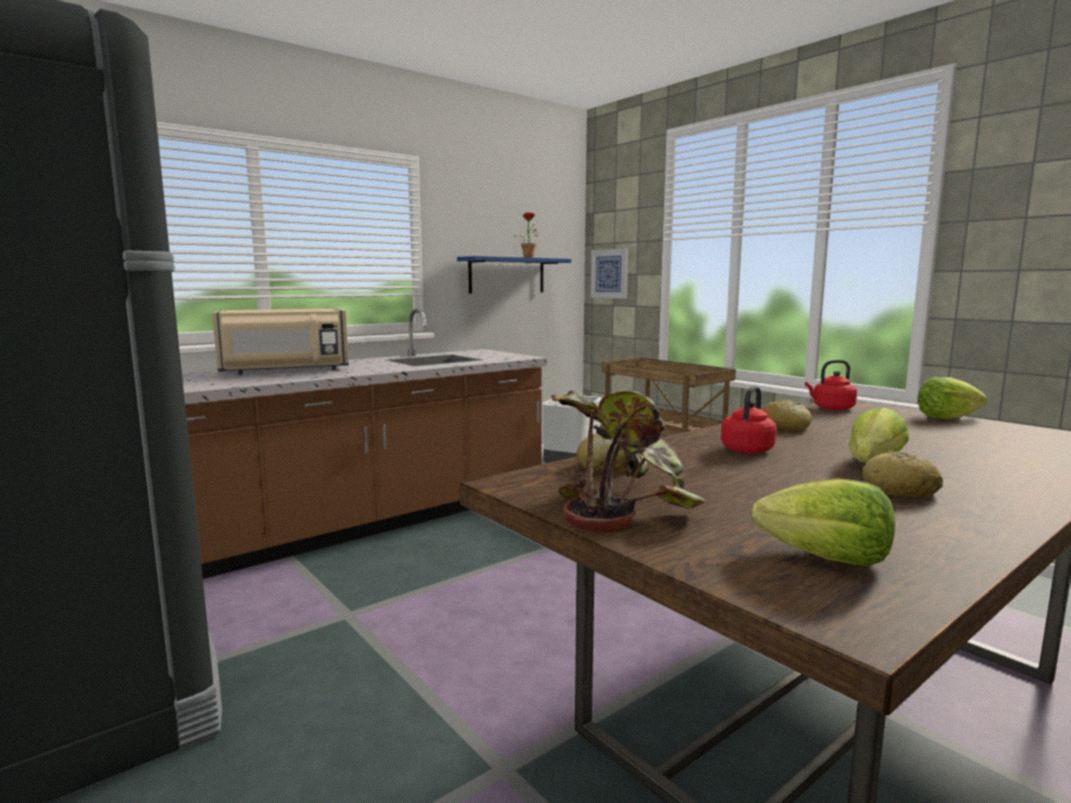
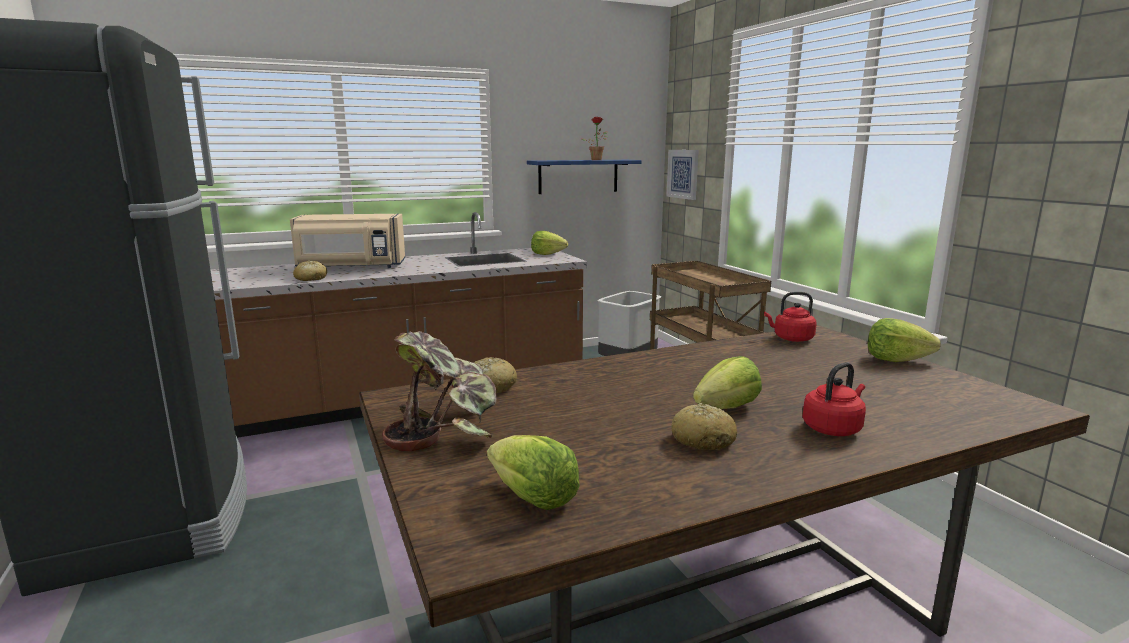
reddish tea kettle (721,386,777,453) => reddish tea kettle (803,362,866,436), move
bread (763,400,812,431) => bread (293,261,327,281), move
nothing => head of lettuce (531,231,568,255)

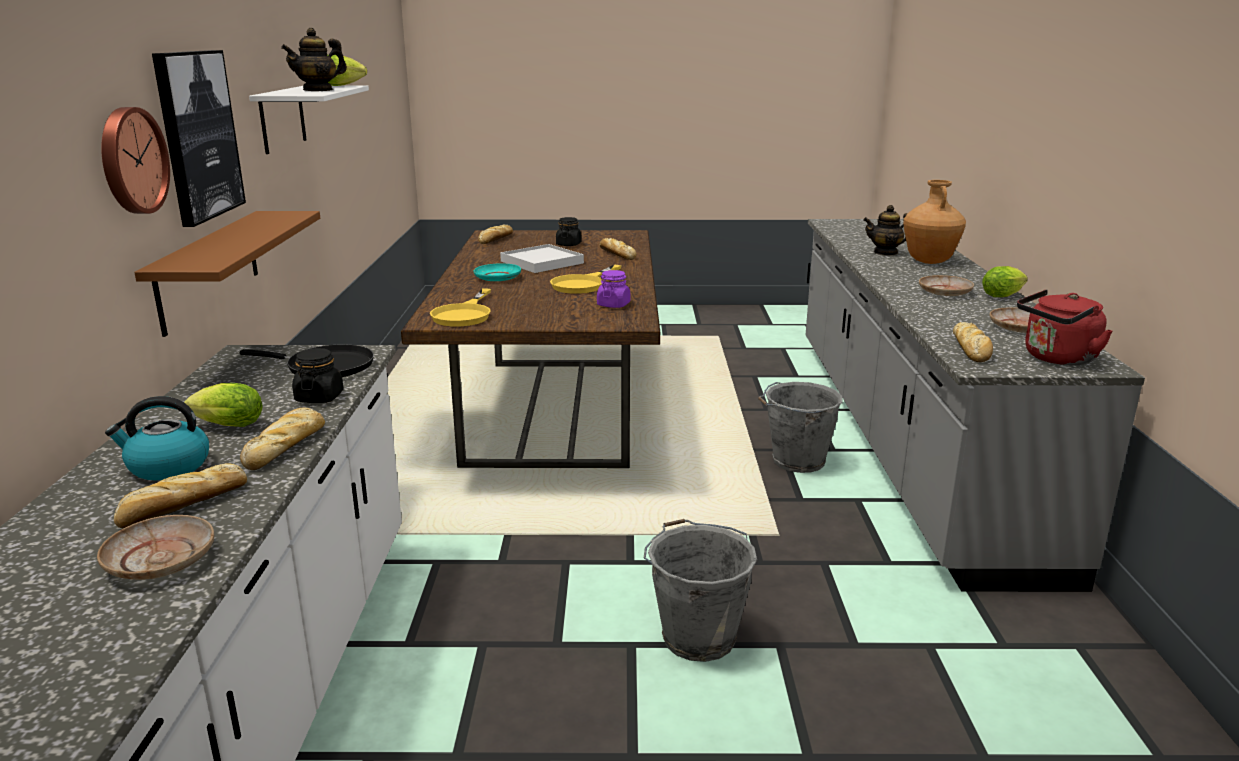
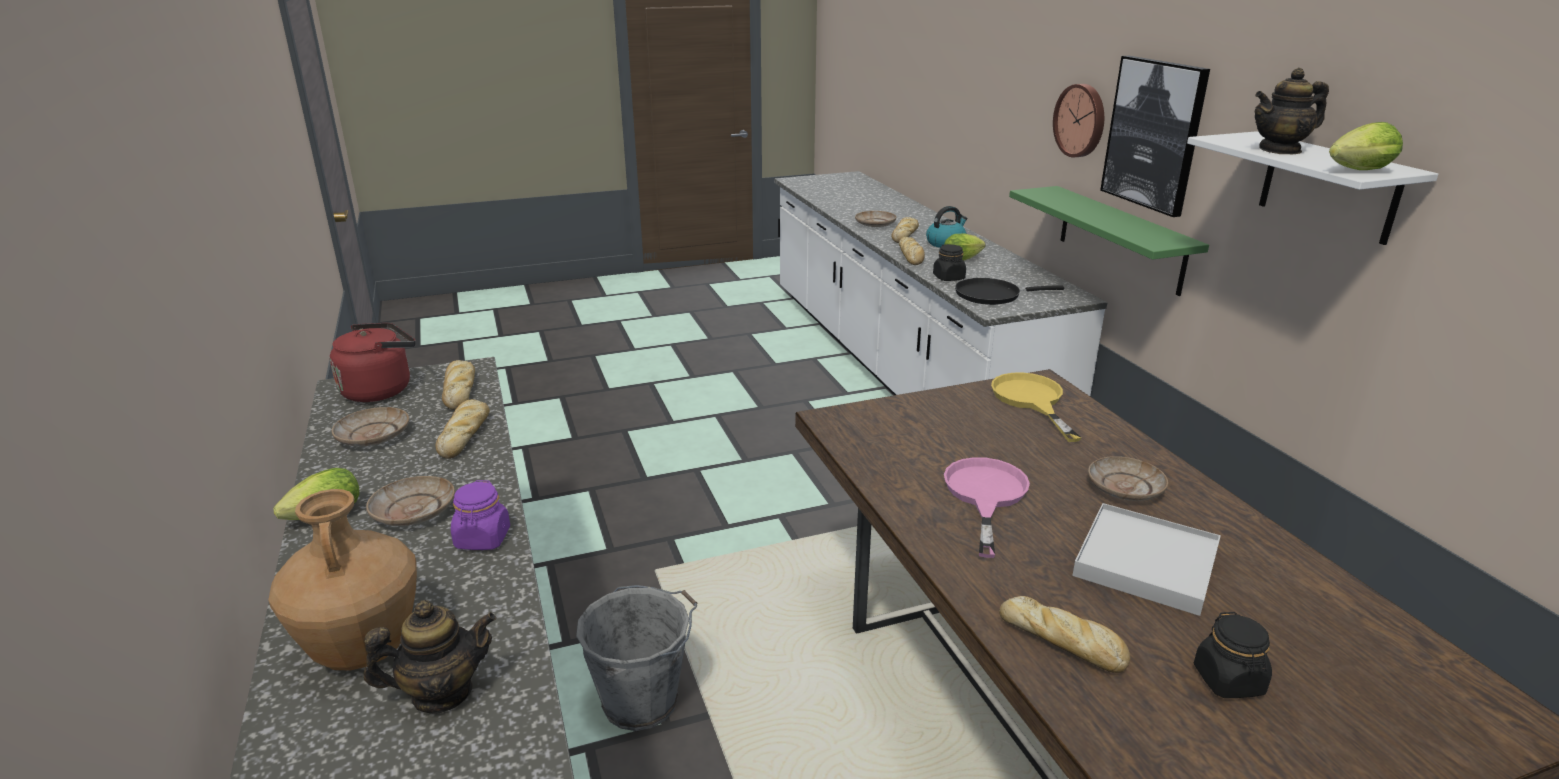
brown wall shelf (134,211,320,337) => greenish wall shelf (1009,186,1209,296)
pot for tea (281,28,347,91) => pot for tea (1255,68,1329,155), 135 degrees counterclockwise
turquoise plate (474,263,521,281) => beige plate (1088,456,1168,501)
bread (478,225,513,244) => bread (435,399,490,459), move
yellowish frying pan (550,265,621,294) => pinkish frying pan (944,457,1030,558)
purple-coloured jar (597,270,630,308) => purple-coloured jar (451,480,510,550), move
grey bucket (644,519,757,662) => nothing

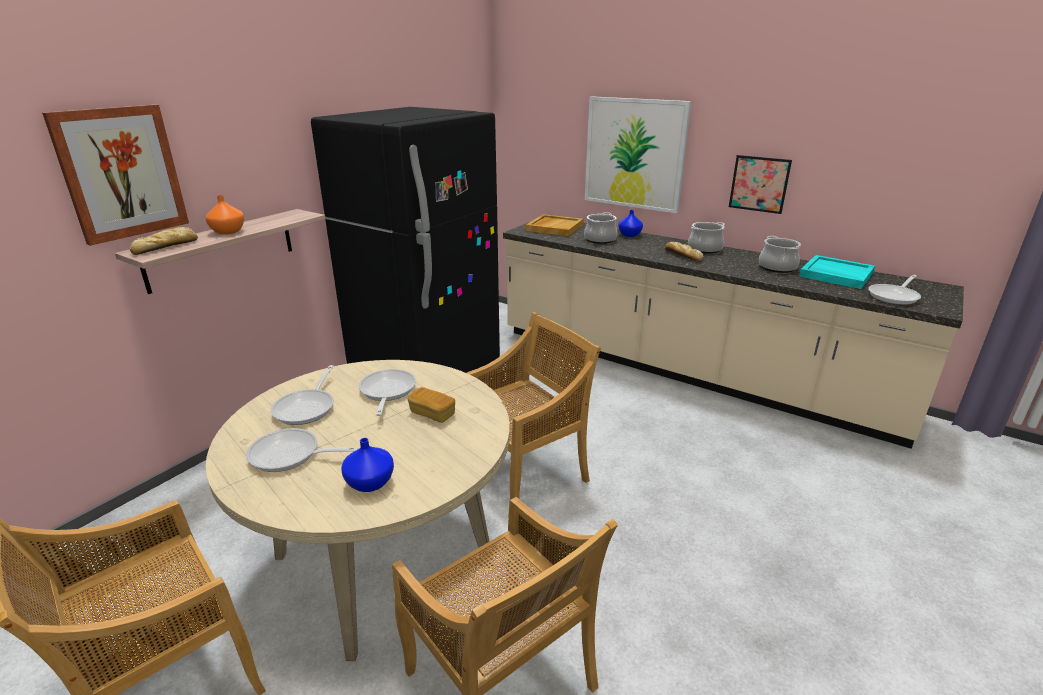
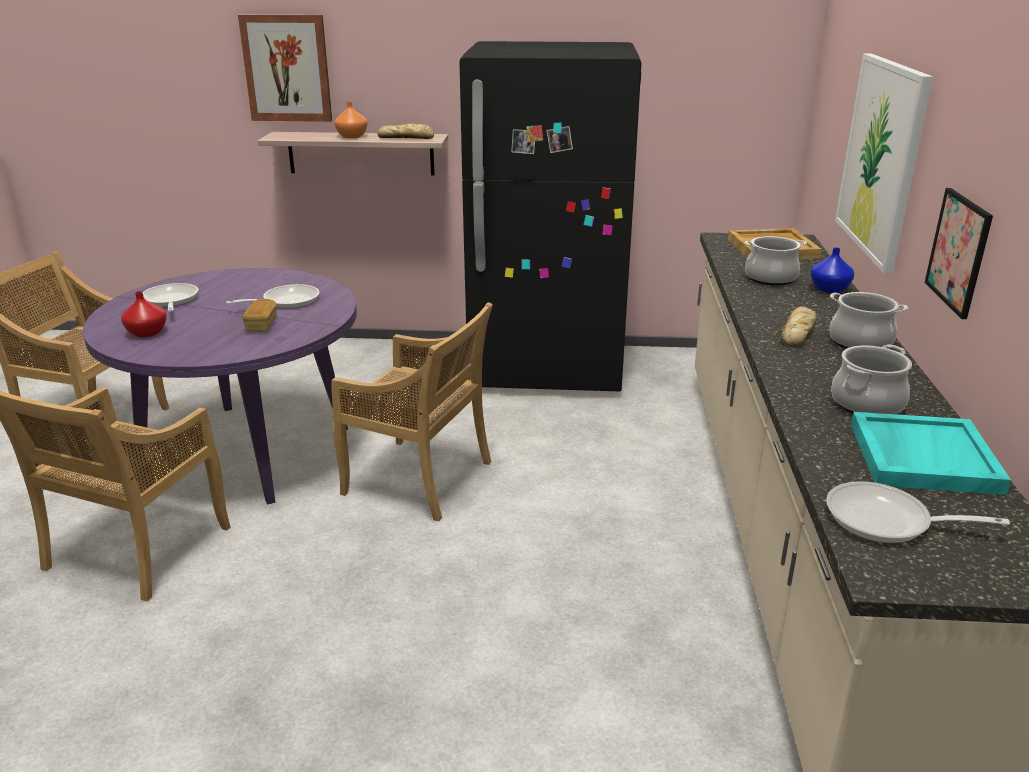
bread (130,227,198,255) => bread (378,124,434,139), move
beige dining table (206,360,510,661) => purple-coloured dining table (83,268,357,505)
frying pan (271,365,334,425) => nothing
bluish flower vase (341,438,394,492) => reddish flower vase (121,291,167,338)

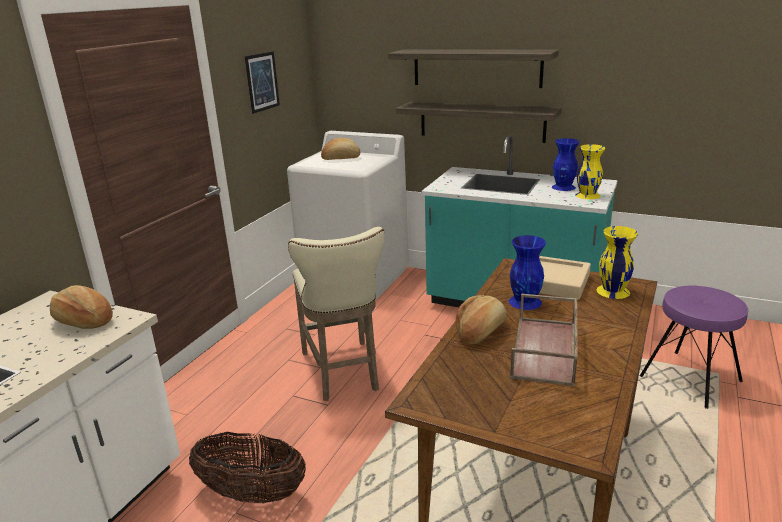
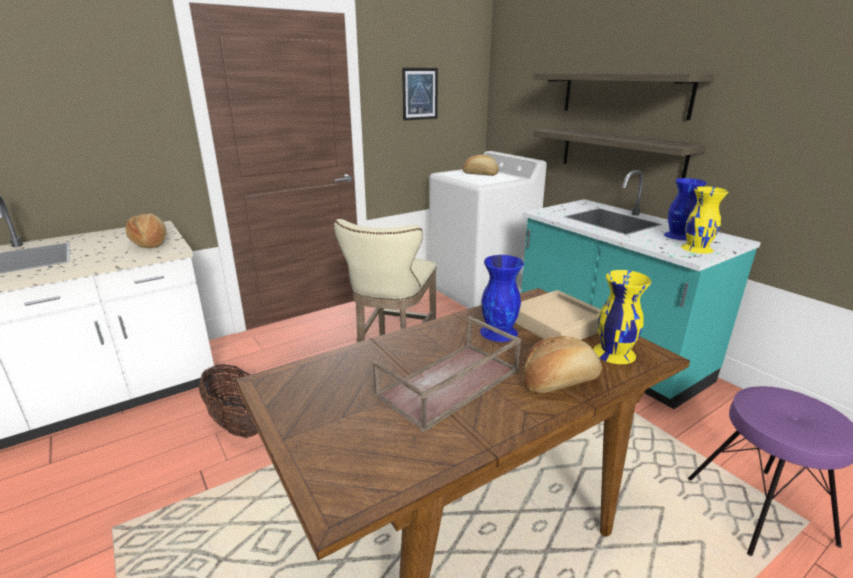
bread (455,295,507,345) => bread (523,336,602,393), move

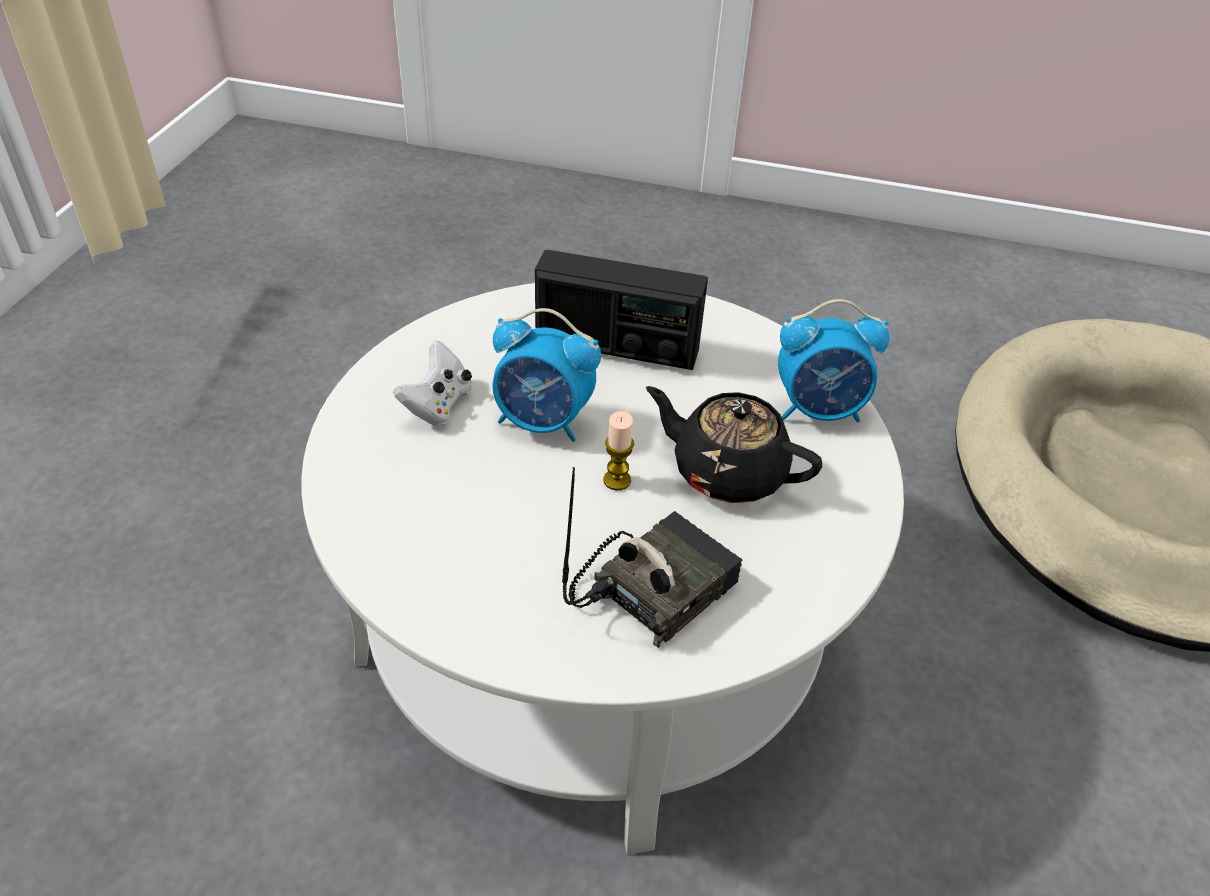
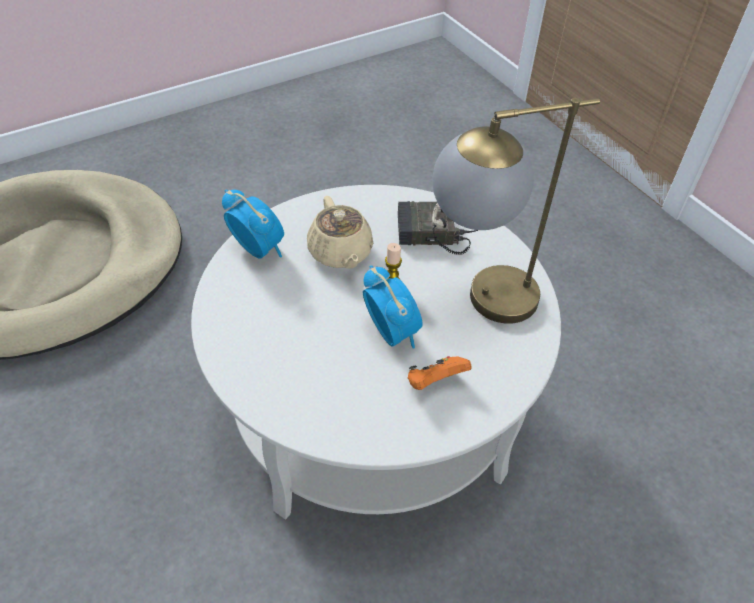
white-coloured game controller (394,340,472,426) => orange-coloured game controller (408,356,471,390)
radio (535,250,708,370) => nothing
blackish pot for tea (646,386,822,503) => beige pot for tea (307,196,373,269)
nothing => lamp for a table (432,98,600,324)

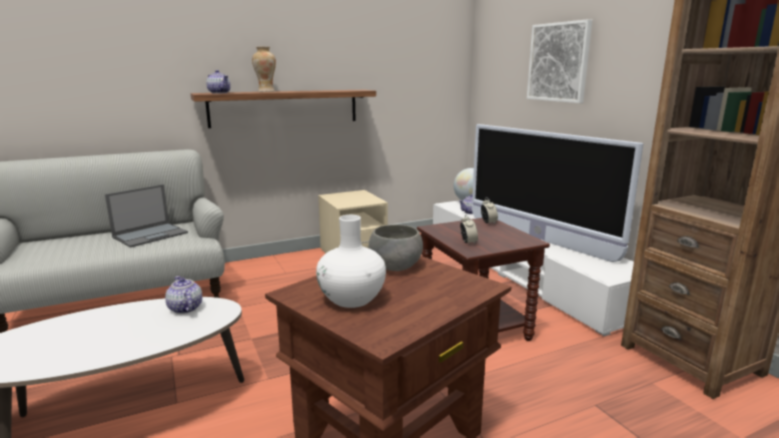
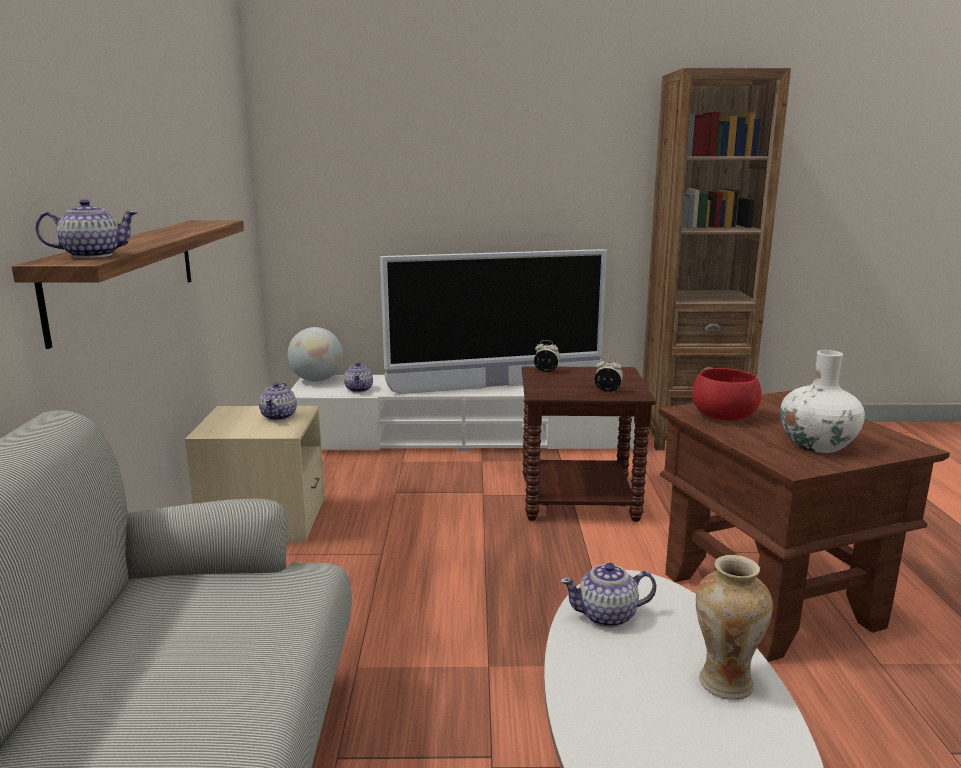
notebook computer (105,184,188,248) => nothing
flower vase (252,47,276,92) => flower vase (696,555,773,700), move
grey serving bowl (369,225,423,271) => reddish serving bowl (692,368,762,421)
picture (527,19,592,103) => nothing
nothing => pot for tea (259,382,297,421)

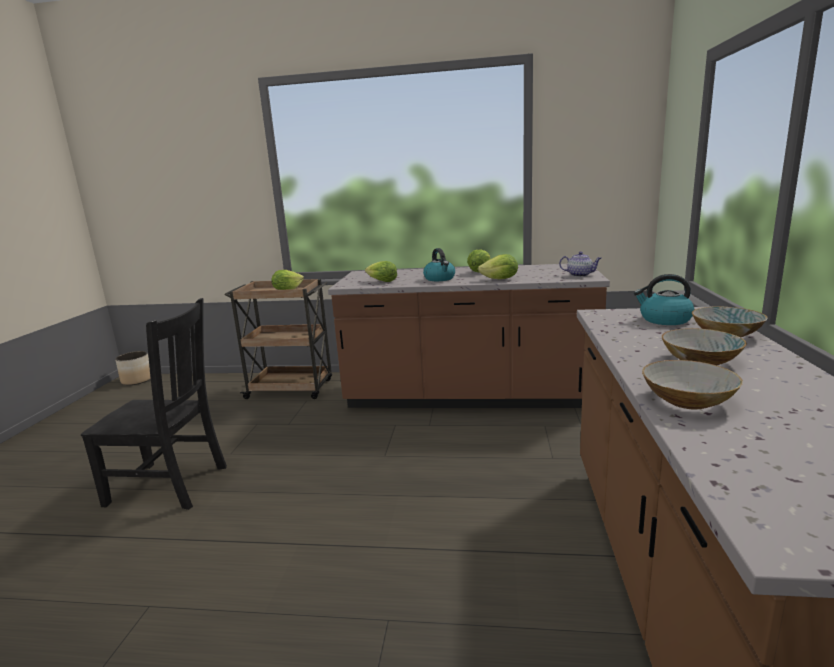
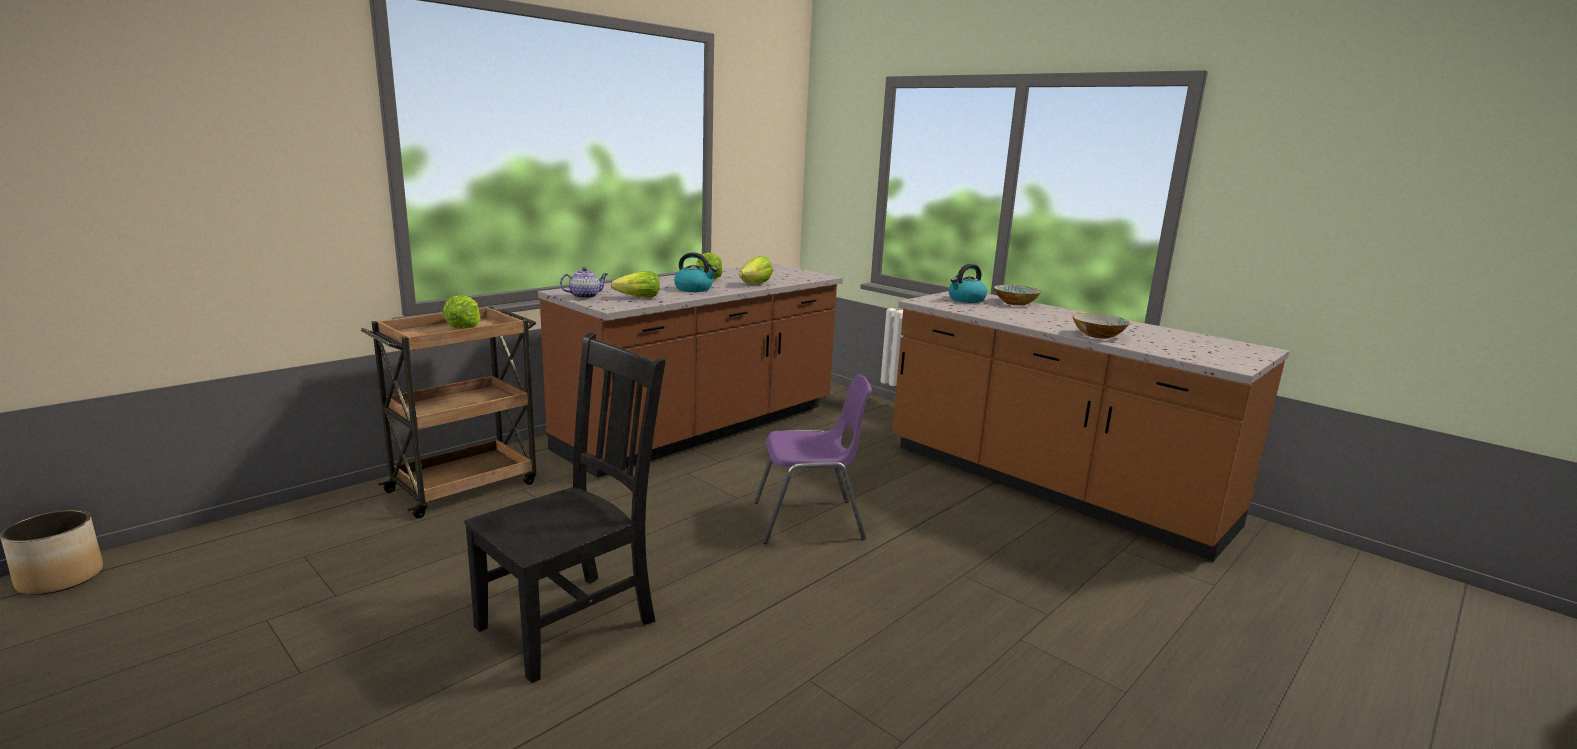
pot for tea (559,251,601,277) => pot for tea (560,267,608,298), move
serving bowl (662,328,747,365) => nothing
nothing => purple-coloured chair (754,374,872,544)

